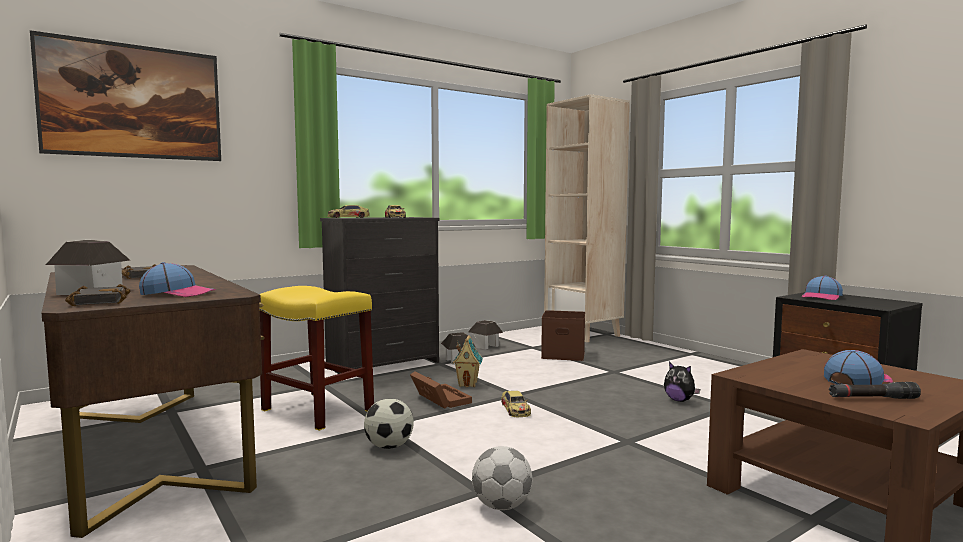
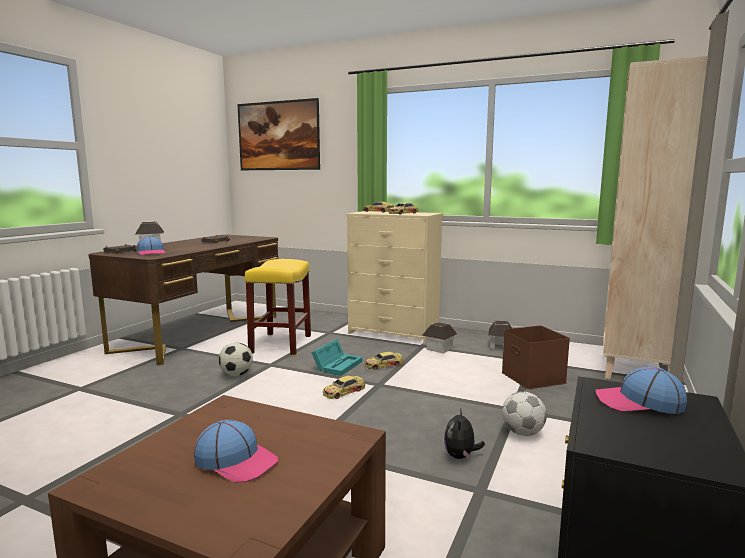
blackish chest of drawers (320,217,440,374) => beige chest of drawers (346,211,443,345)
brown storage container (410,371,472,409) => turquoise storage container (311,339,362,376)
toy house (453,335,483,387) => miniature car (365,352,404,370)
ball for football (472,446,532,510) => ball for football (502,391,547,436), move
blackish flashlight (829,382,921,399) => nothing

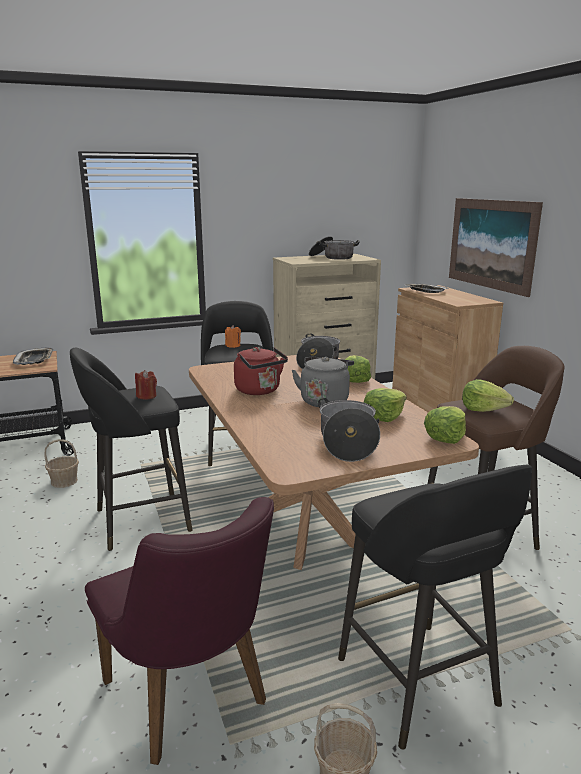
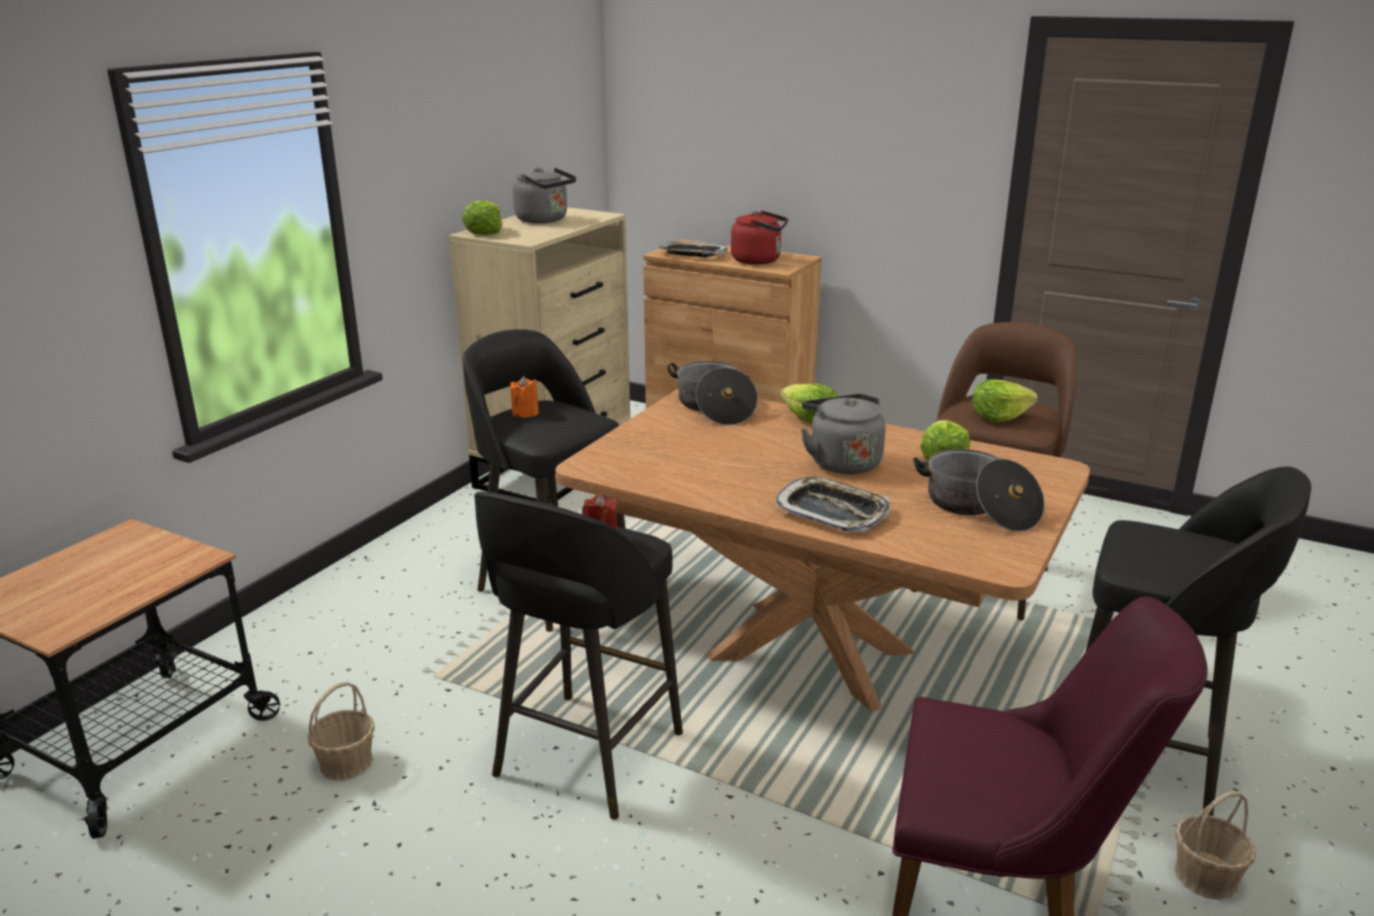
carrying tray (13,348,54,365) => carrying tray (775,477,891,532), move
reddish tea kettle (234,347,288,395) => reddish tea kettle (731,211,788,265), move
stockpot (309,236,360,260) => grey tea kettle (513,167,576,223)
head of lettuce (424,406,466,444) => head of lettuce (462,200,503,235), move
picture (449,198,543,297) => nothing

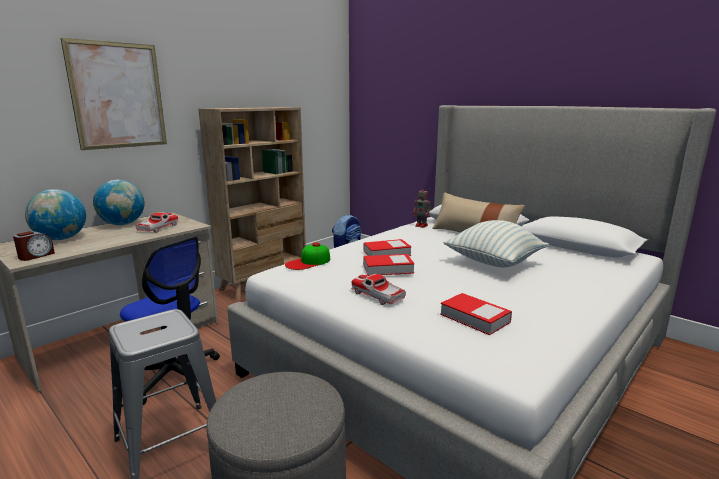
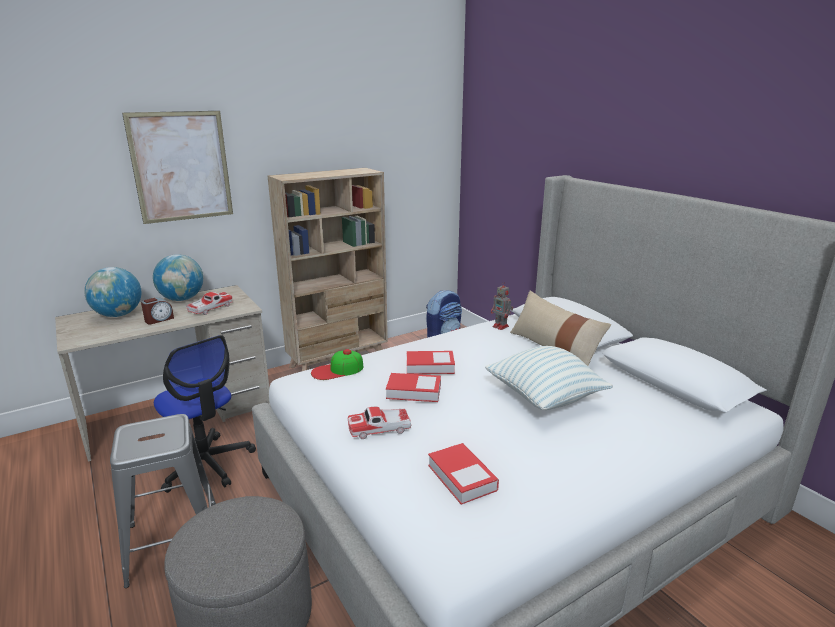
alarm clock (13,231,55,261) => alarm clock (141,297,174,324), move
miniature car (351,274,406,305) => miniature car (348,407,411,439), 75 degrees counterclockwise

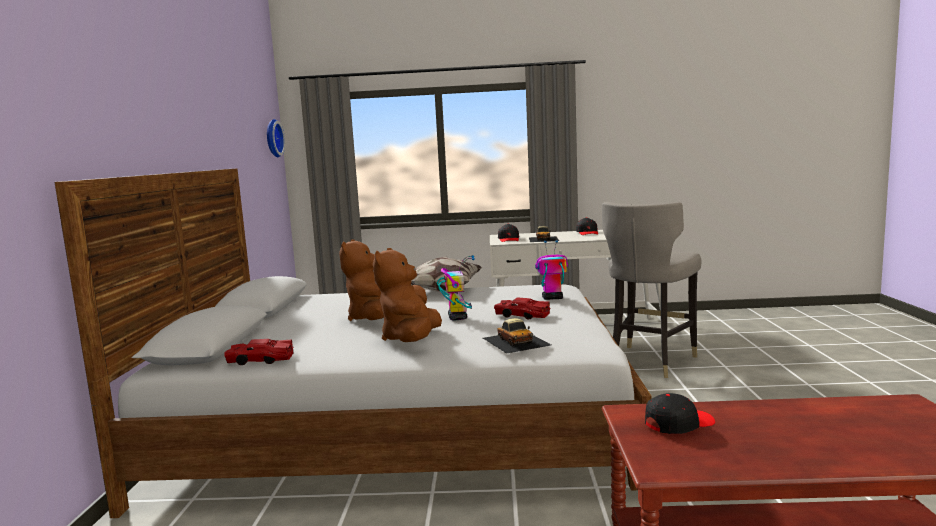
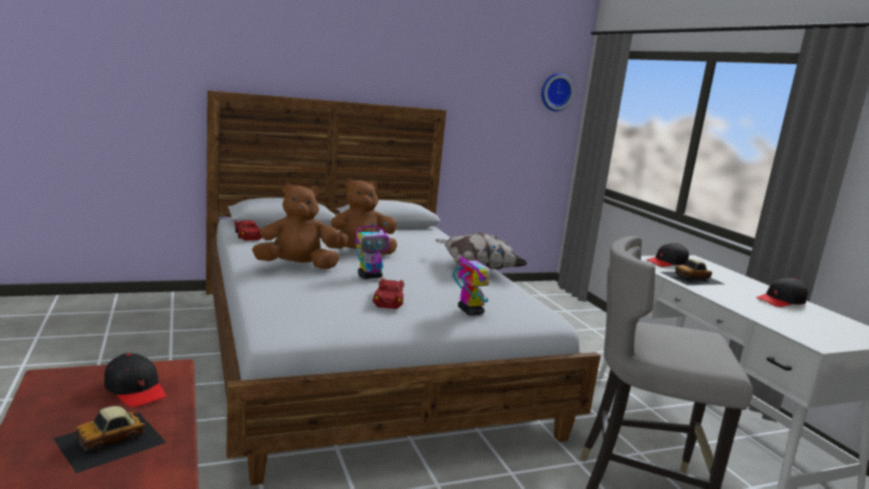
miniature car (483,318,551,354) => miniature car (53,406,167,473), move

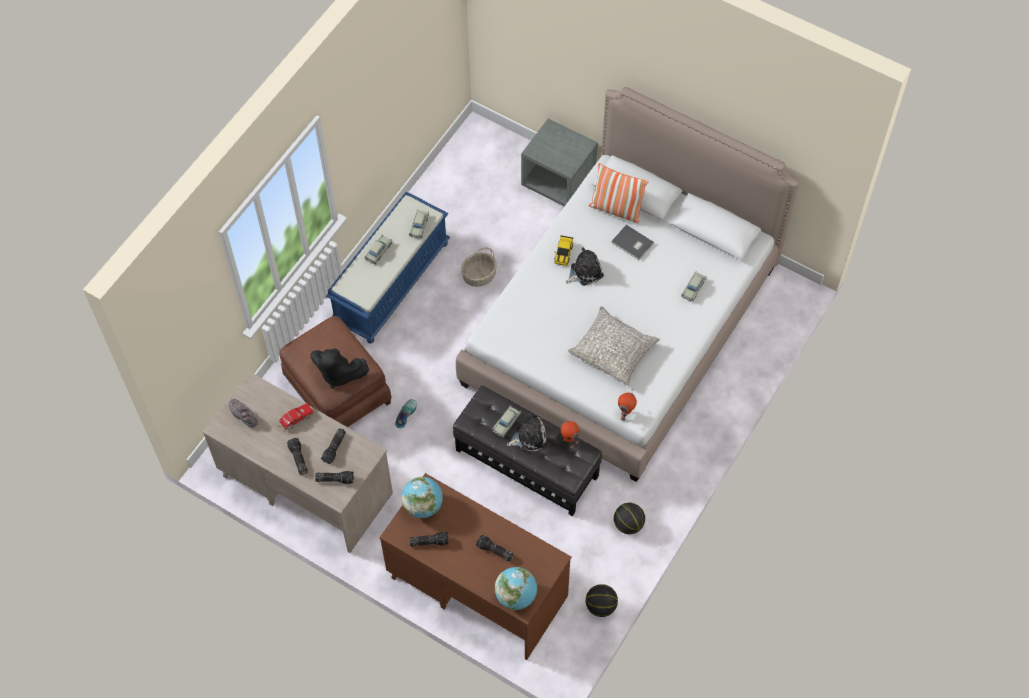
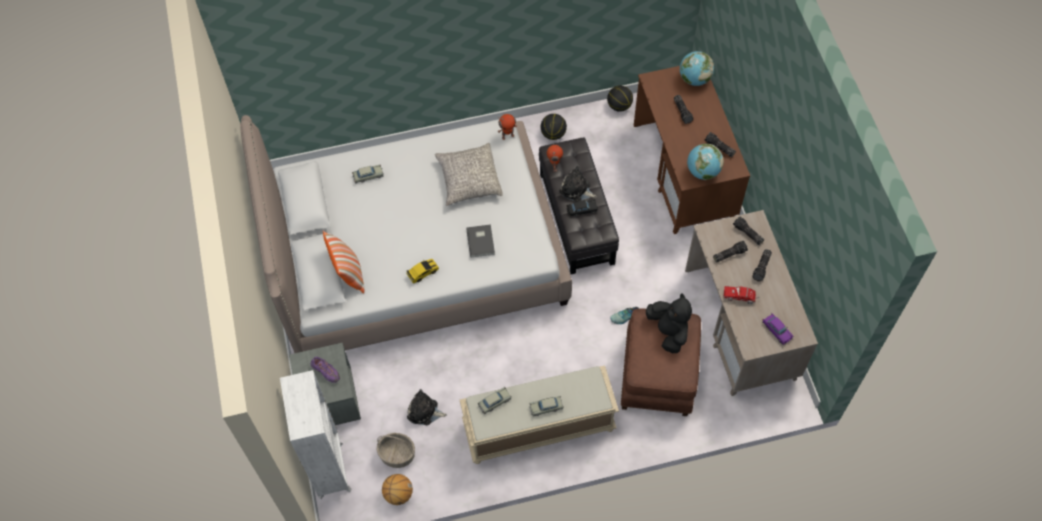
grey shoe (229,399,258,428) => purple-coloured miniature car (762,313,794,345)
bluish long seat (326,192,450,343) => beige long seat (460,365,619,464)
storage basket (461,247,497,287) => storage basket (377,433,415,468), move
beige miniature car (492,405,521,438) => blackish miniature car (566,199,598,217)
plush toy (566,247,604,286) => plush toy (407,389,447,425), move
grey volume (612,225,654,260) => grey volume (466,224,495,257), move
nothing => white-coloured bookcase (280,370,352,499)
nothing => purple-coloured shoe (310,357,340,383)
nothing => basketball ball (382,474,413,505)

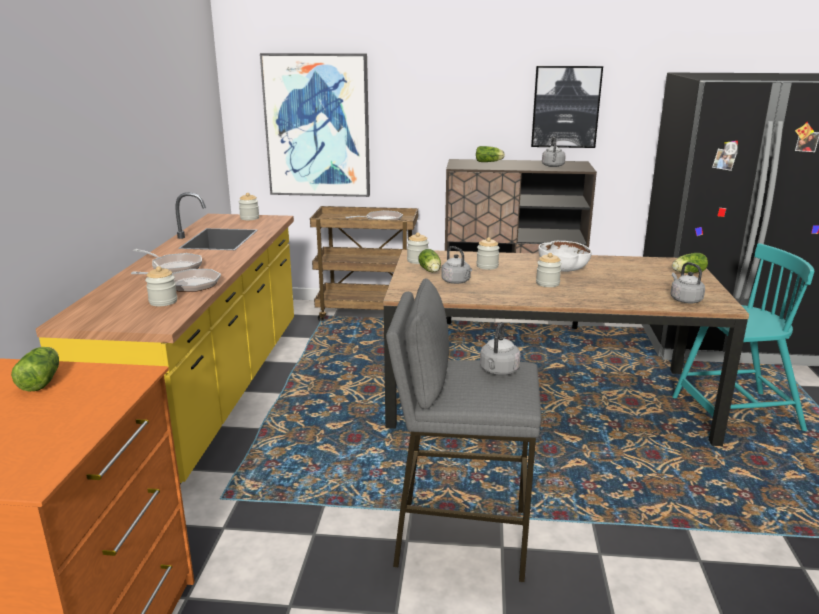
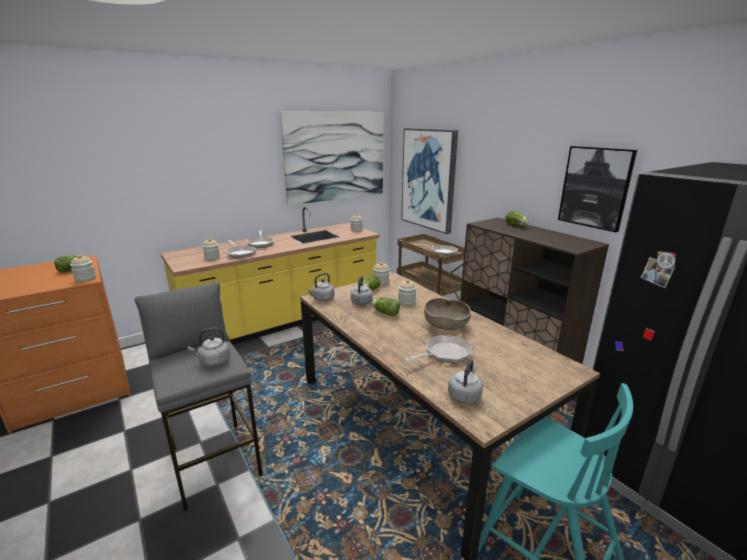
jar (536,253,562,287) => jar (70,255,96,282), move
white-coloured serving bowl (538,241,592,272) => brown serving bowl (424,298,471,330)
grey tea kettle (542,137,566,167) => grey tea kettle (307,273,334,301), move
head of lettuce (672,253,708,273) => head of lettuce (371,297,400,316), move
nothing => picture (280,111,383,205)
nothing => frying pan (404,335,472,364)

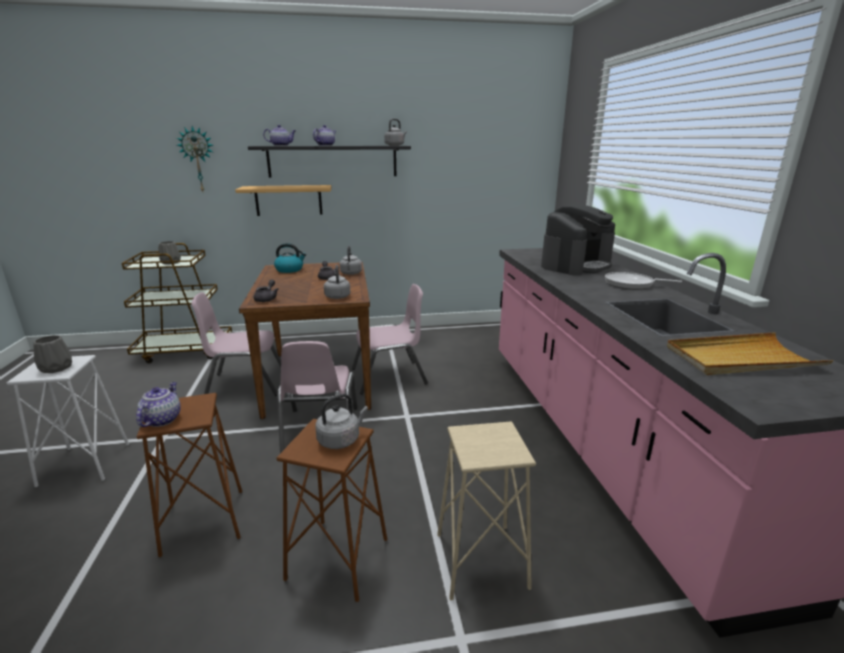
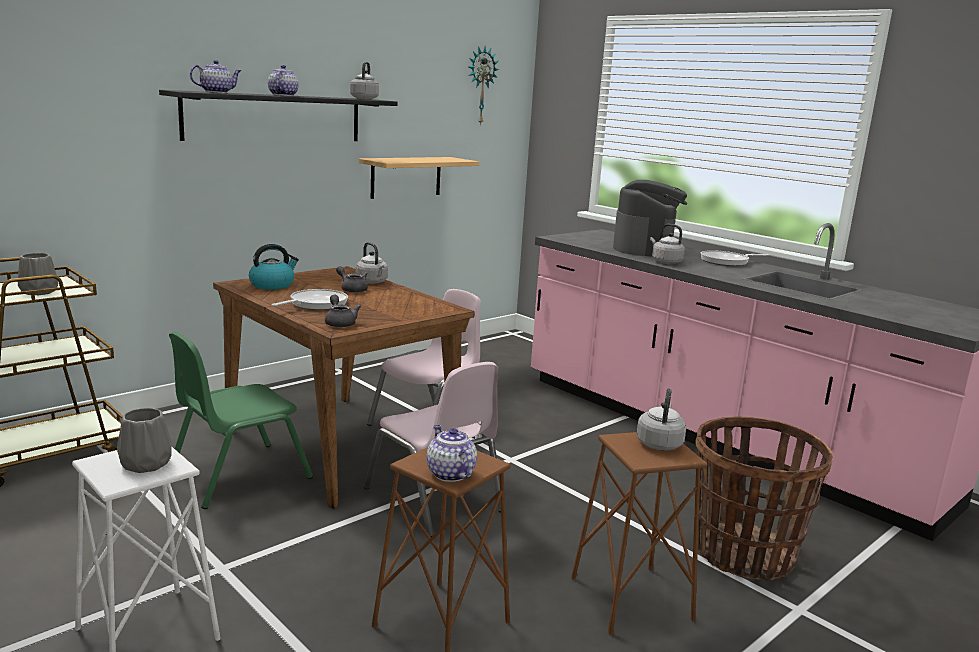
clock on the wall (177,126,213,192) => clock on the wall (468,46,499,126), move
pinkish chair (191,292,281,396) => greenish chair (169,331,313,509)
wall shelf (235,185,331,216) => wall shelf (359,157,479,199), move
grey tea kettle (324,265,351,299) => grey tea kettle (650,224,685,264), move
beige stool (437,421,536,600) => storage basket (695,417,833,581)
beige carrying tray (667,332,834,375) => nothing
nothing => frying pan (271,289,348,310)

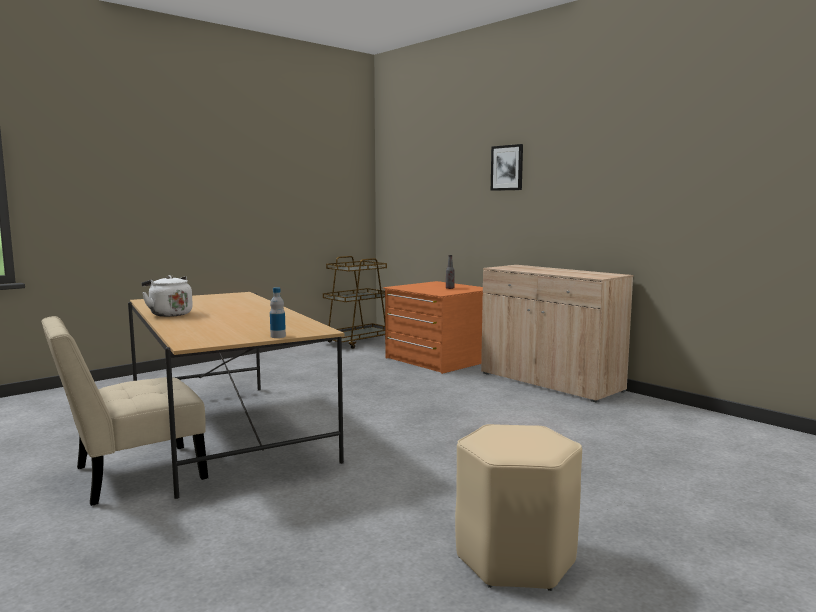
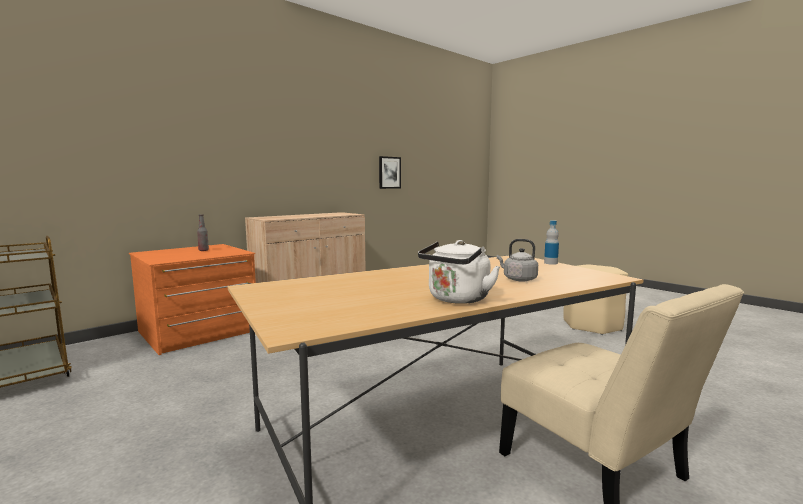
picture (491,144,523,191) => picture (379,156,401,189), move
nothing => grey tea kettle (497,239,538,281)

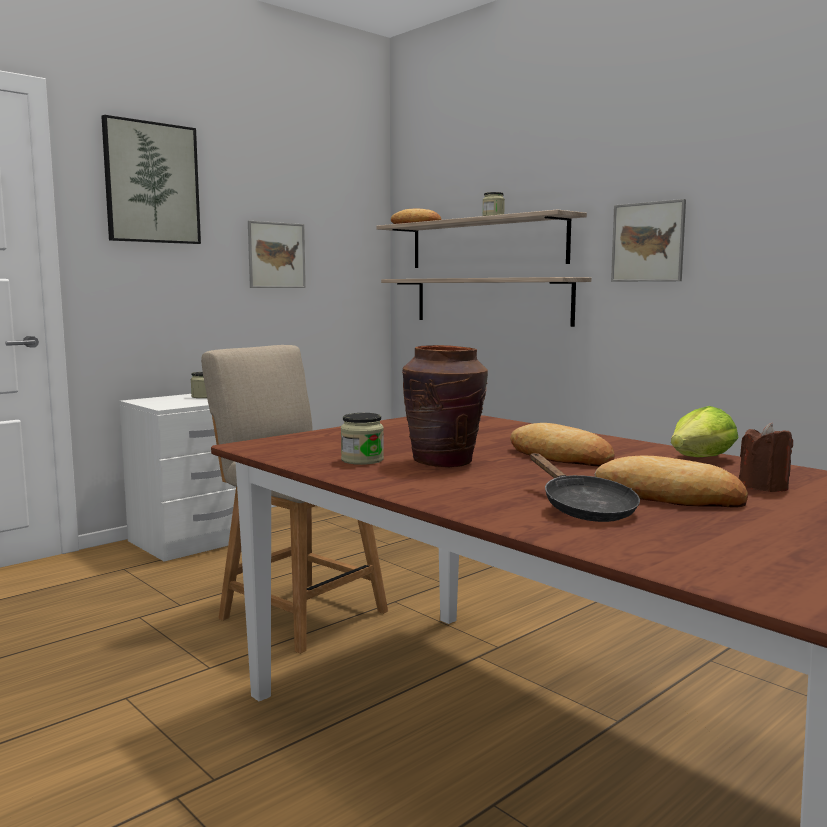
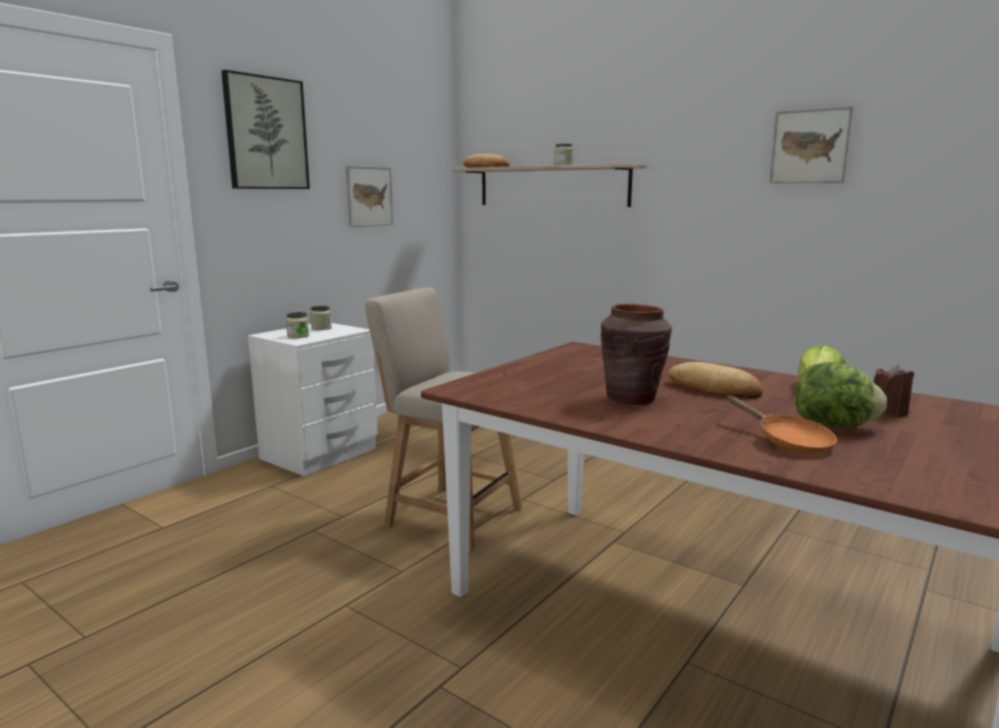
jar (341,413,384,465) => jar (286,312,309,338), move
wall shelf (381,277,591,327) => nothing
blackish frying pan (530,453,640,522) => orange-coloured frying pan (726,396,837,454)
bread (595,456,748,507) => head of lettuce (795,362,887,427)
picture (611,199,686,282) => picture (769,106,853,184), move

